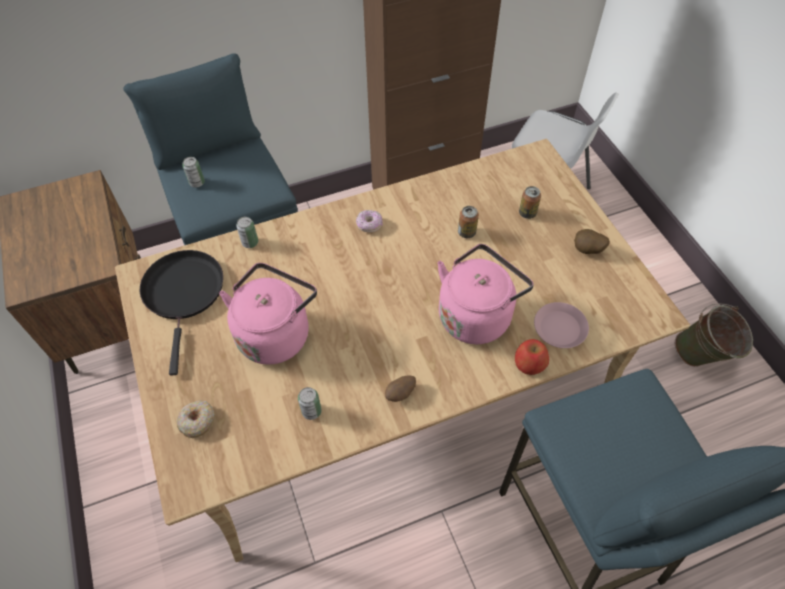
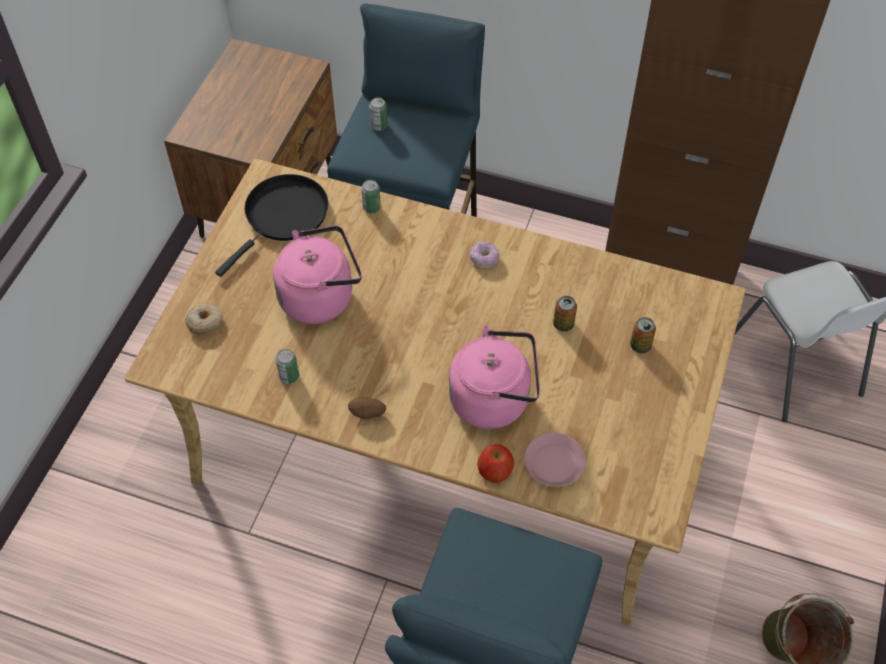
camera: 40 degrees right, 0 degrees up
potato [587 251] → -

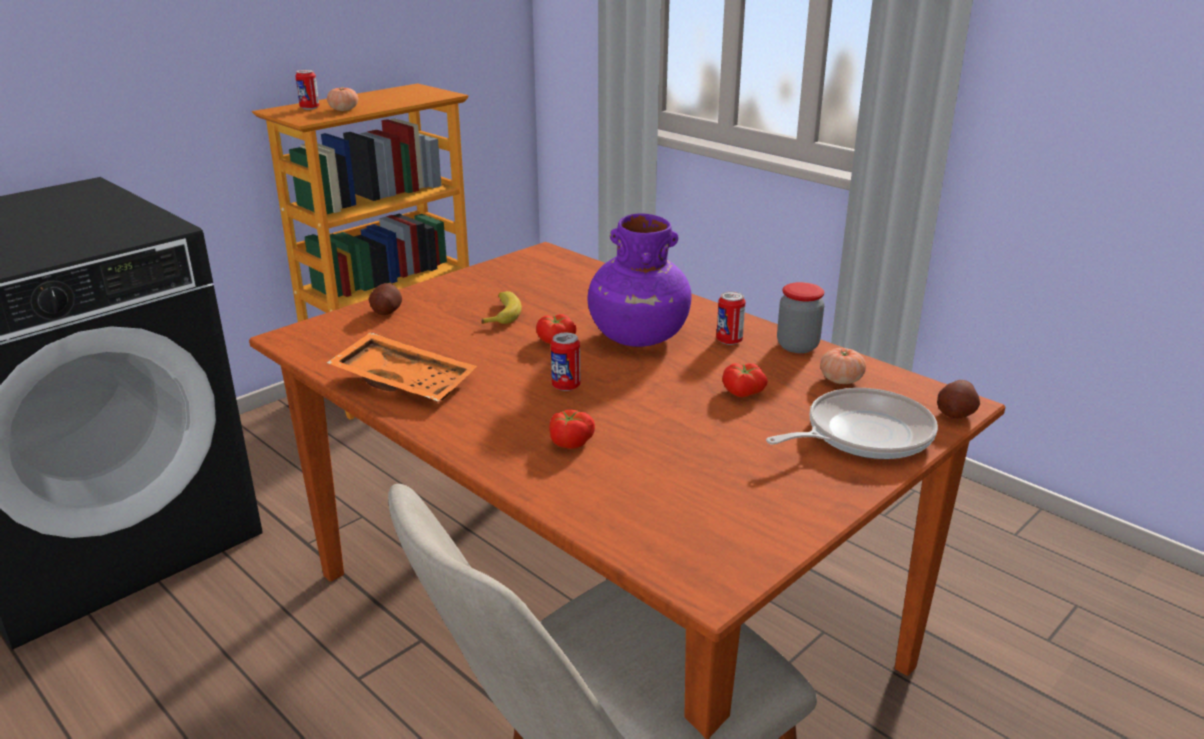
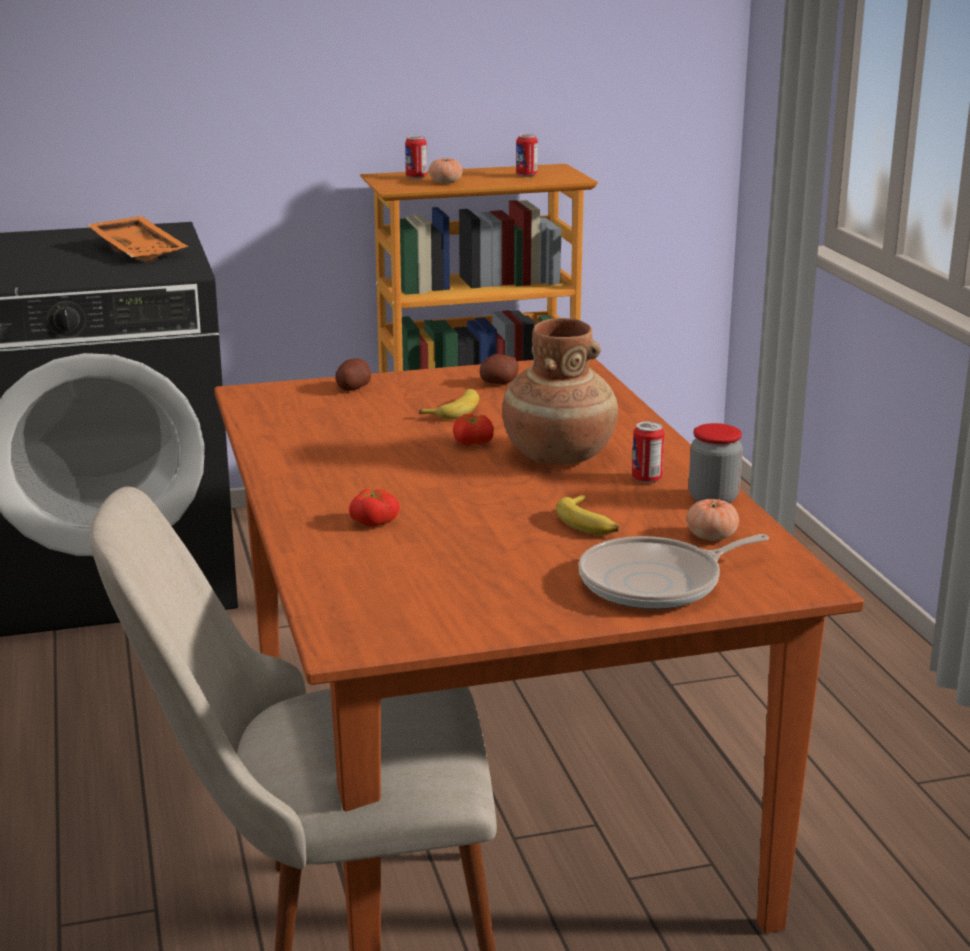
camera: 30 degrees right, 5 degrees down
orange tray [406 381] → orange tray [140 251], relocated
can [566 386] → can [526 175], relocated
potato [956 414] → potato [499 383], relocated
tomato [742 393] → banana [589 523]
purple vase [637 336] → brown vase [558 456]
frying pan [862 435] → frying pan [657 583], 150 degrees clockwise

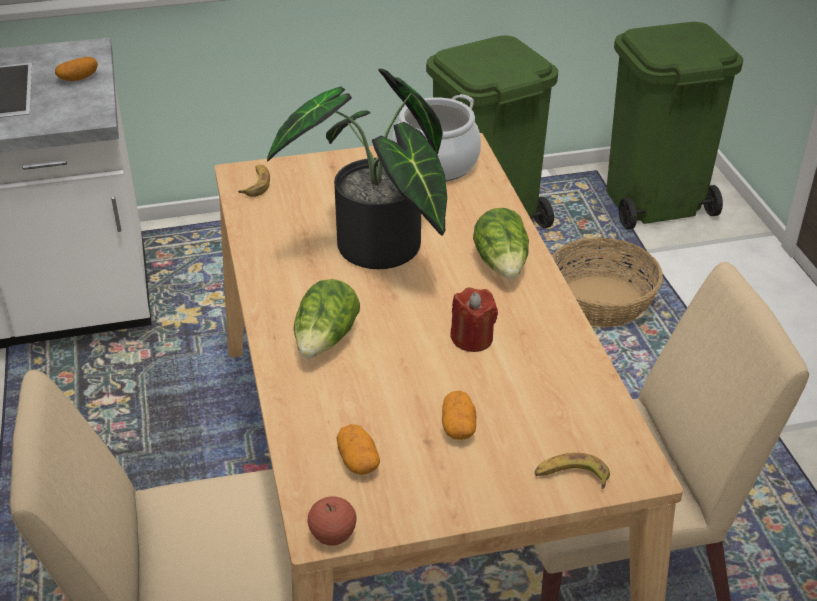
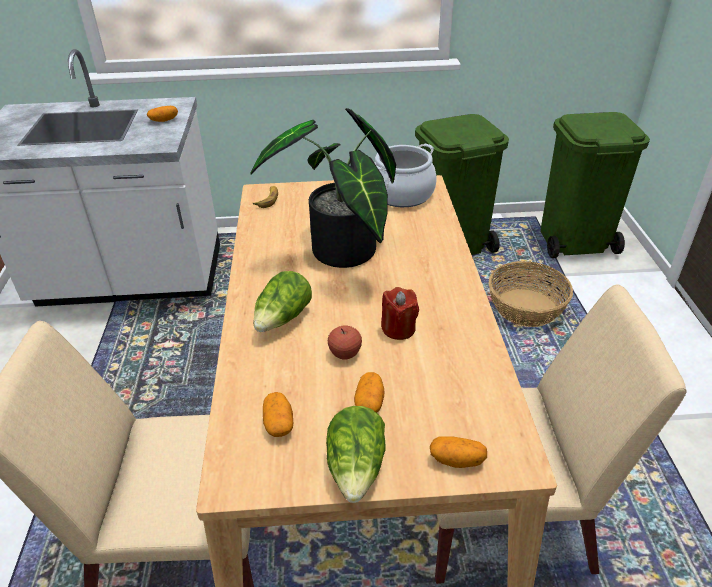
camera: 10 degrees right, 0 degrees up
apple [333 536] → apple [345 354], relocated
lettuce [502 264] → lettuce [357 468], relocated
banana [571 476] → potato [457 460]

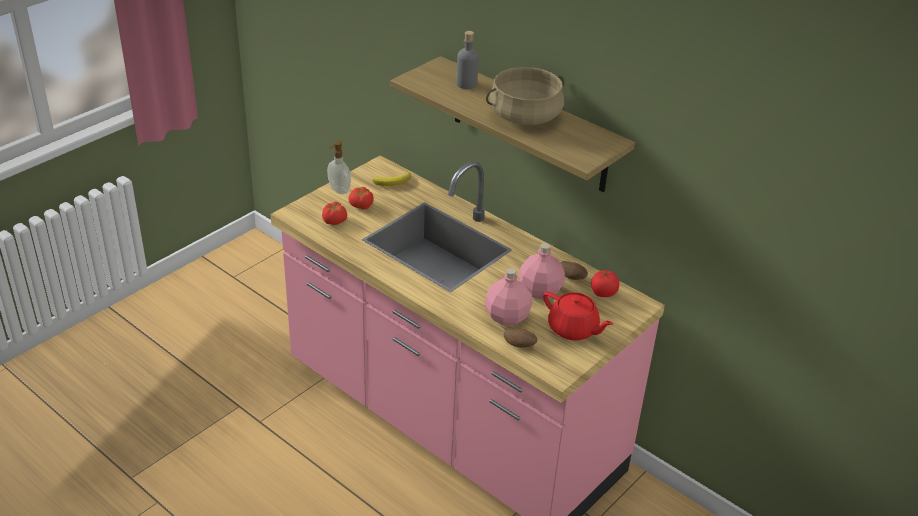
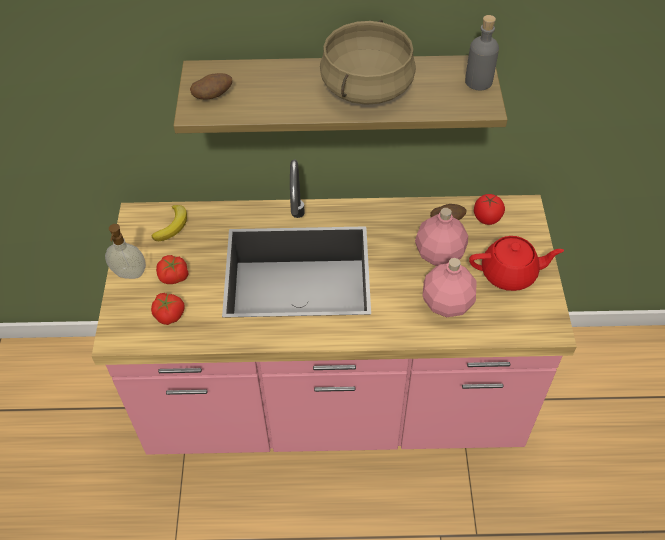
camera: 40 degrees left, 15 degrees up
grey bottle [466 84] → grey bottle [478 81], relocated
potato [519 345] → potato [213 96], relocated

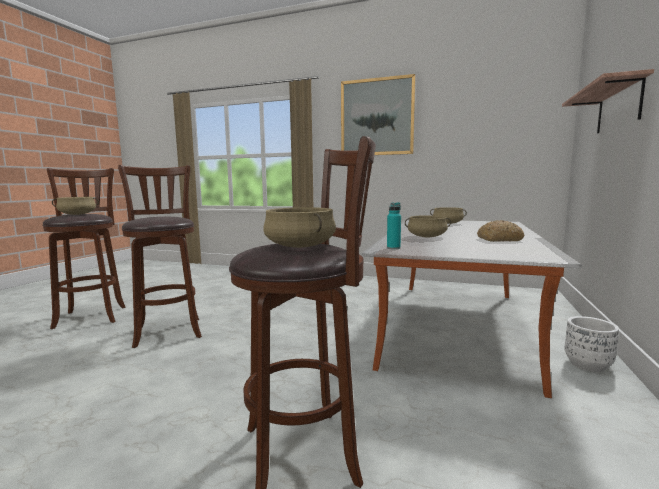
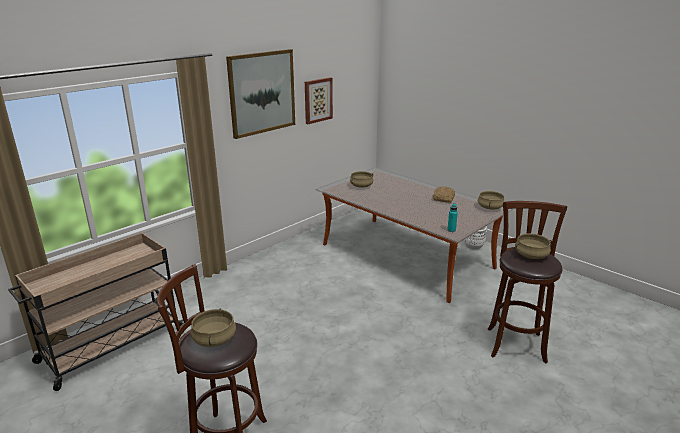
camera: 65 degrees left, 15 degrees up
brown stool [168 330] → -
shelf [618 107] → -
- → beige cart [111 346]
- → picture [317 100]
beige cooking pot [426 237] → beige cooking pot [490 207], relocated

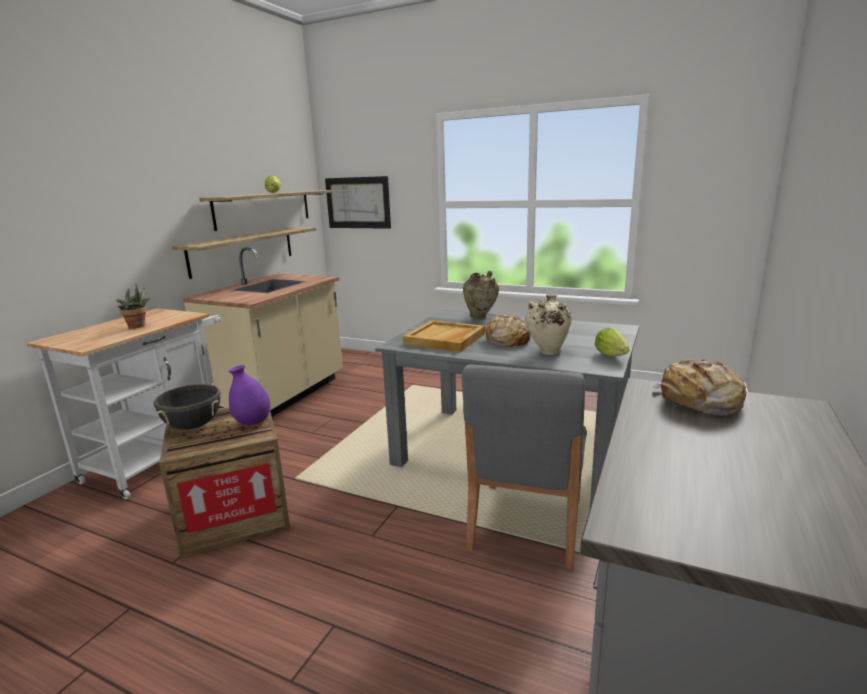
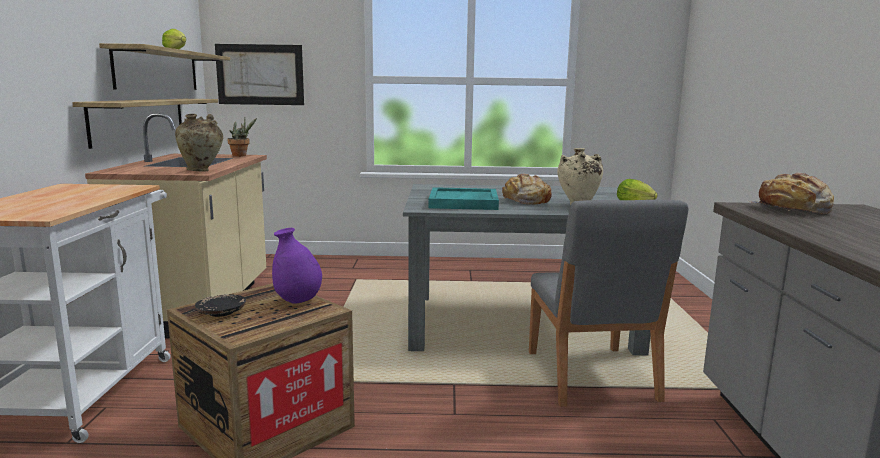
camera: 25 degrees left, 5 degrees down
potted plant [138 326] → potted plant [241 156], relocated
beige vase [480 317] → beige vase [201 170], relocated
black cooking pot [193 426] → black plate [221 313]
beige tray [445 339] → turquoise tray [464 202]

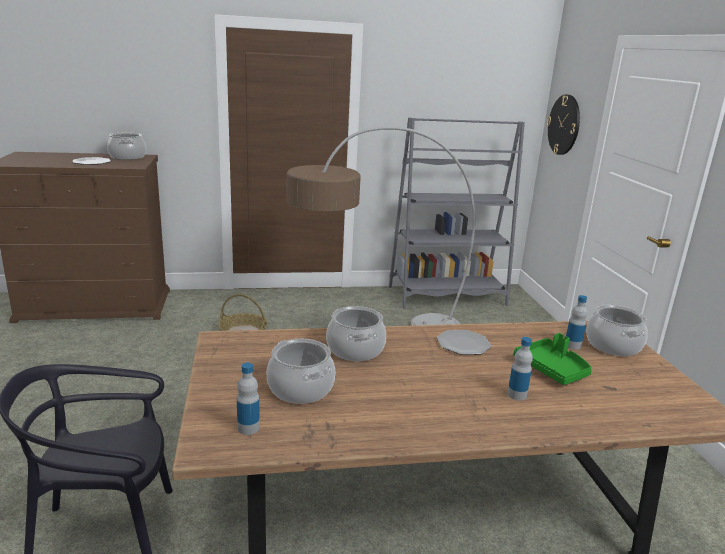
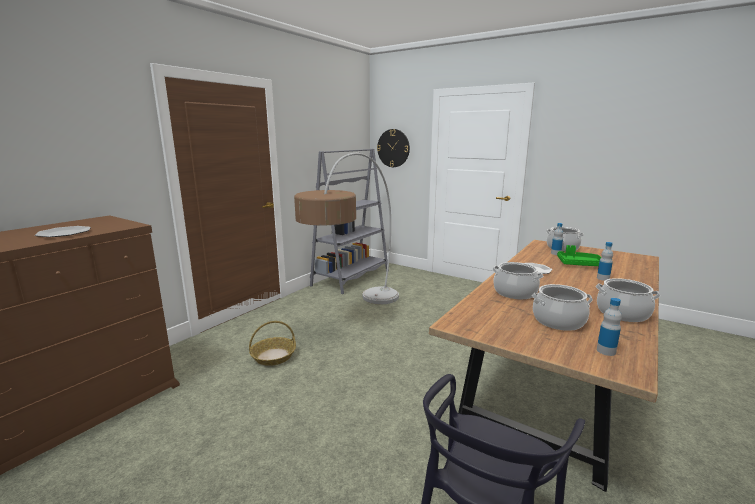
camera: 45 degrees left, 5 degrees down
cooking pot [127 157] → cooking pot [622 313], relocated

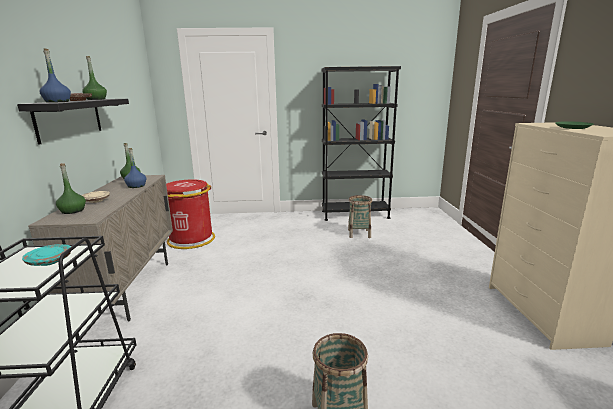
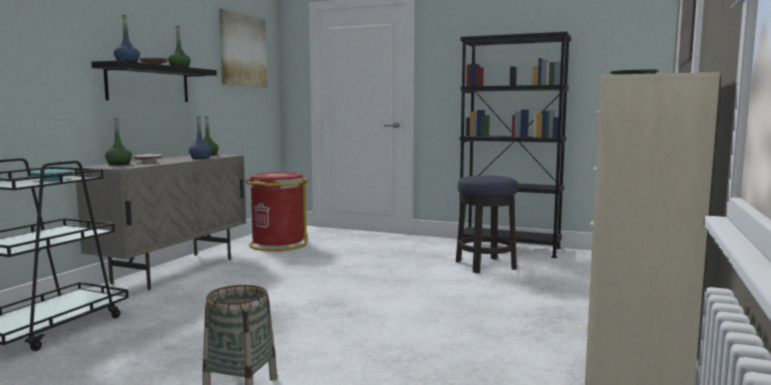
camera: 25 degrees right, 10 degrees down
- → picture [242 50]
basket [359 234] → stool [485 265]

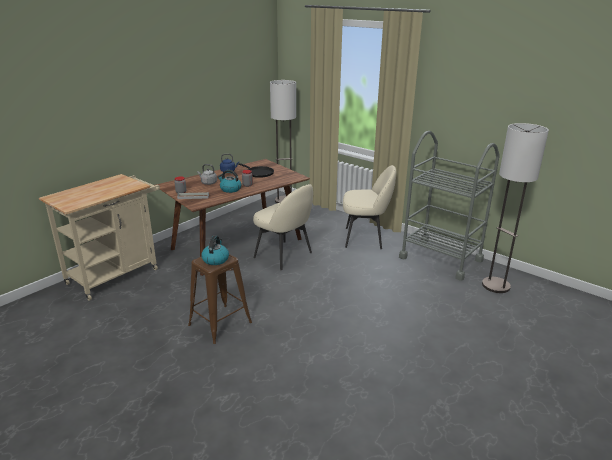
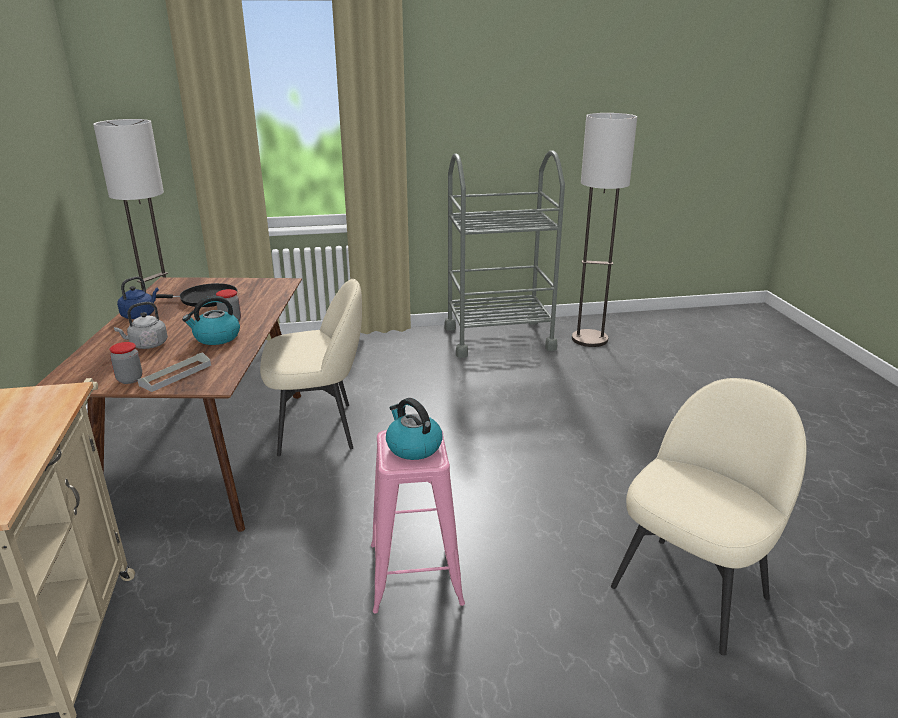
camera: 50 degrees left, 0 degrees up
beige chair [365 238] → beige chair [691 589], relocated
brown stool [220 324] → pink stool [415 573]

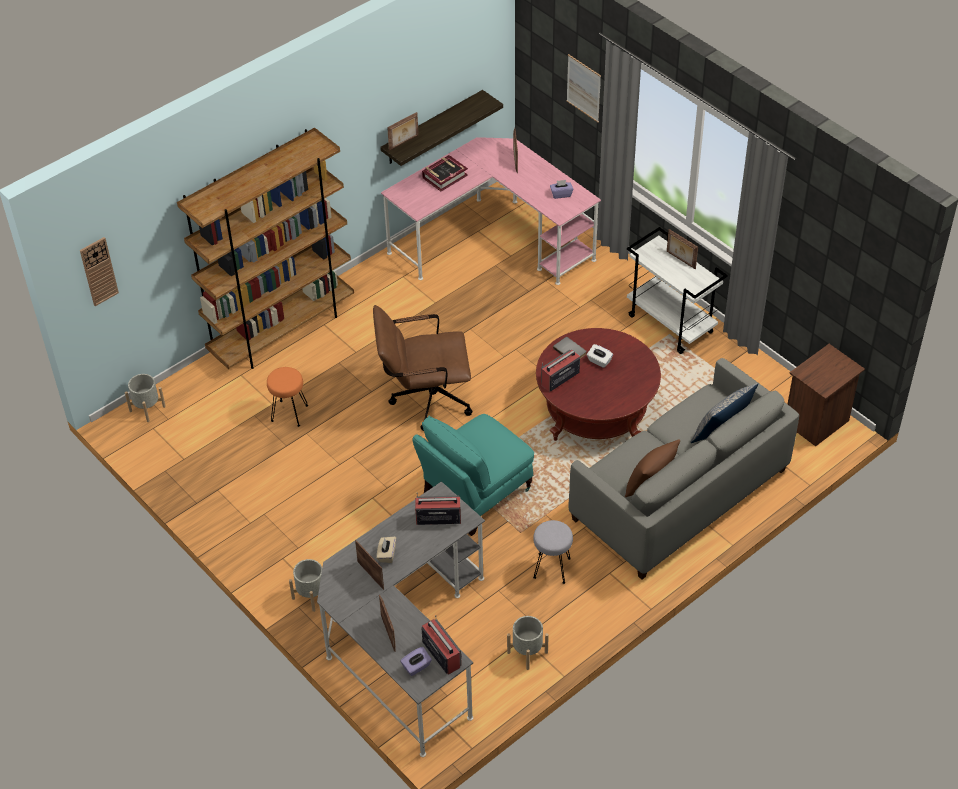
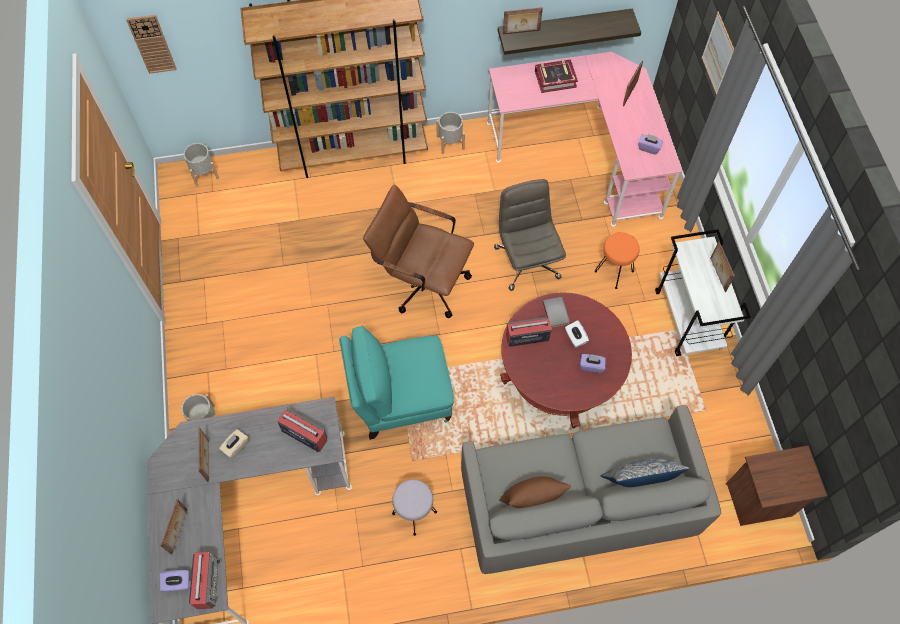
camera: 30 degrees right, 15 degrees up
- → grey office chair [526 261]
- → purple tissue box [591 366]
orange stool [289 413] → orange stool [613 272], relocated
grey planter [527 652] → grey planter [450 142], relocated

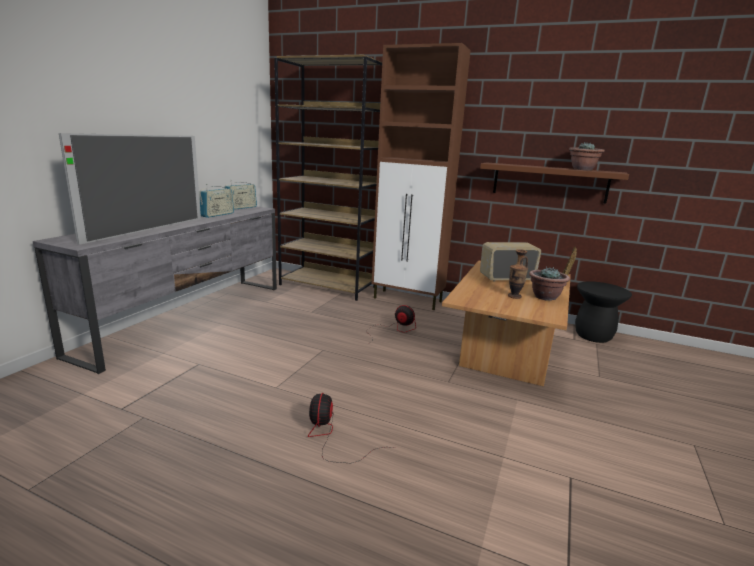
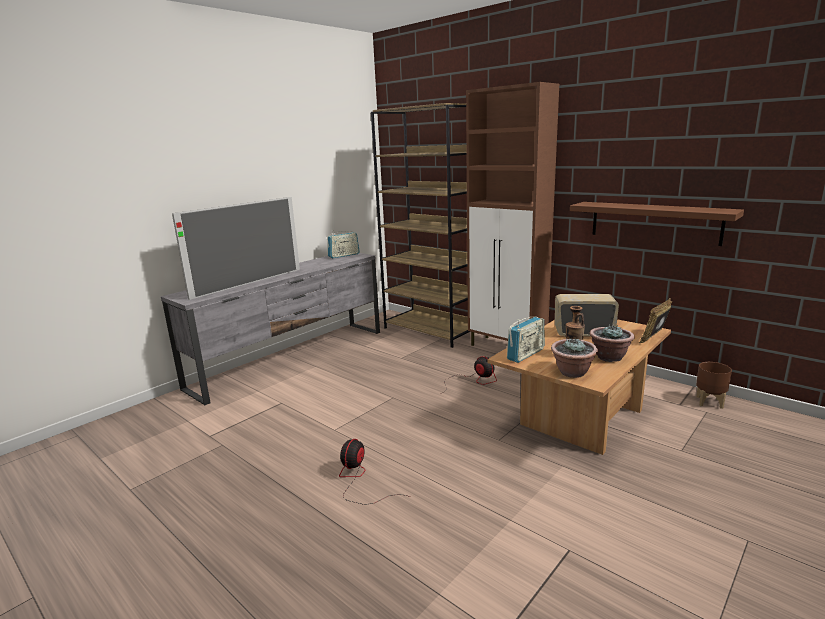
camera: 20 degrees right, 0 degrees up
radio [217 215] → radio [525 354], relocated
potted plant [582 169] → potted plant [572 373], relocated
black stool [593 336] → brown planter [709 402]

